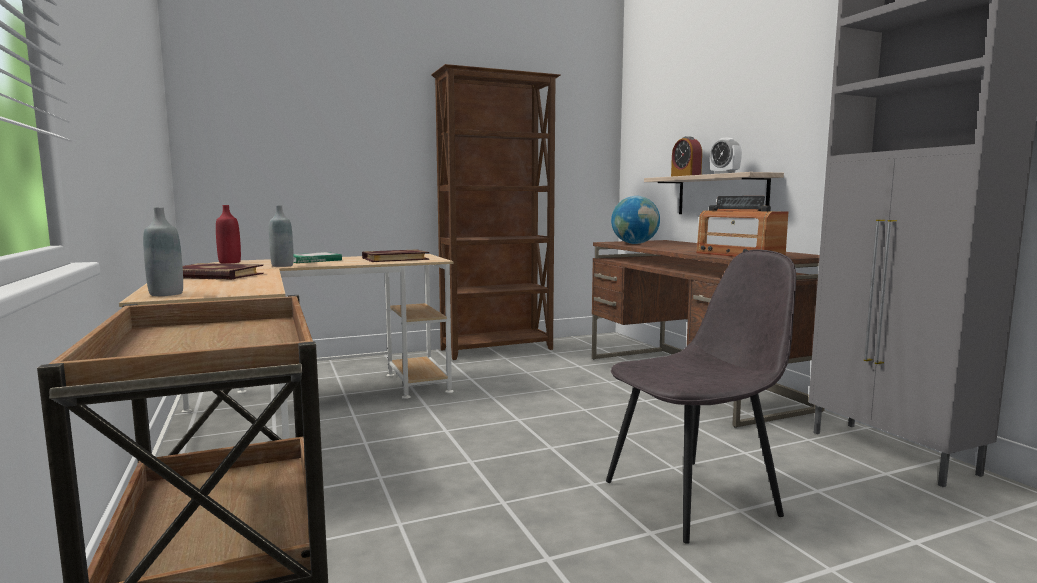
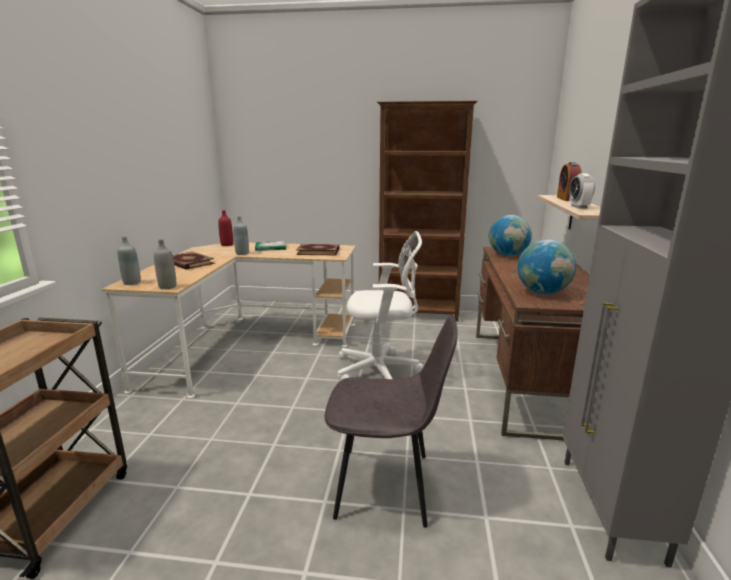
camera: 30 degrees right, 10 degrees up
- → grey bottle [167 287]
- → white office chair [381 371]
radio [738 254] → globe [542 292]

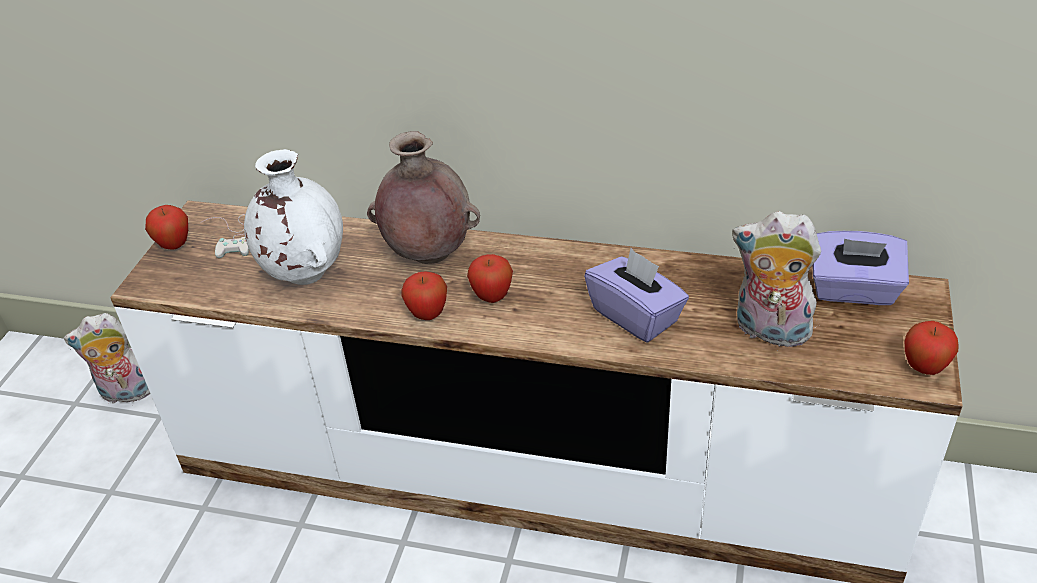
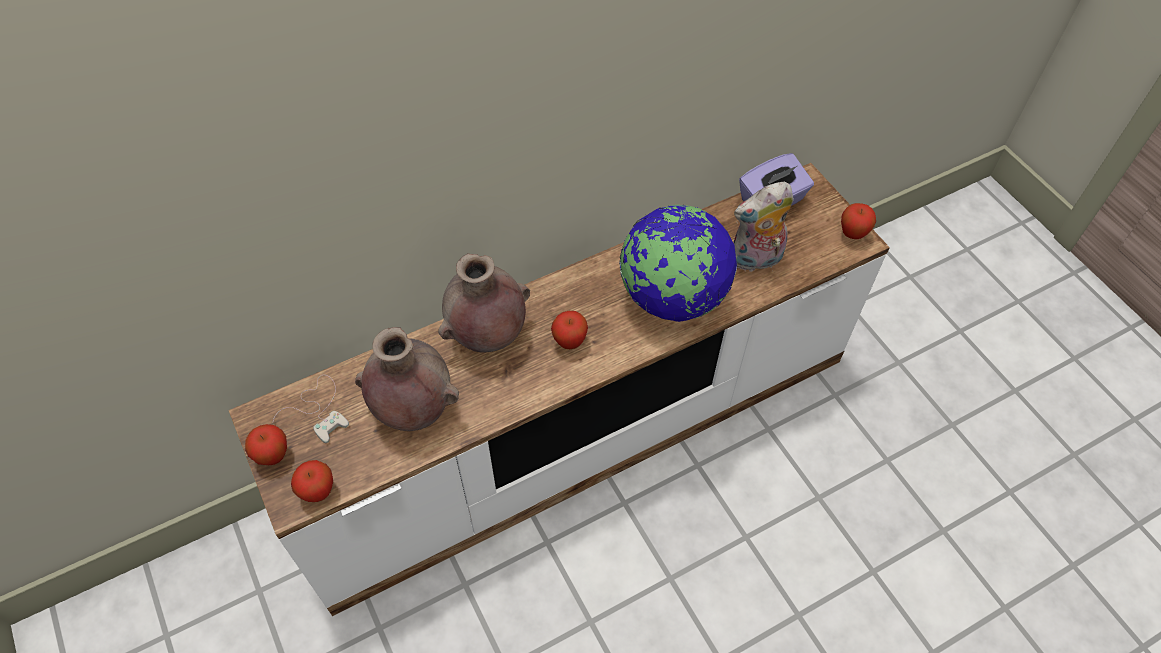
camera: 45 degrees left, 15 degrees up
plush toy [125 394] → -
apple [428 315] → apple [318 492], relocated
purple tissue box [636 316] → globe [672 297]
white vase [304 273] → brown vase [413 410]

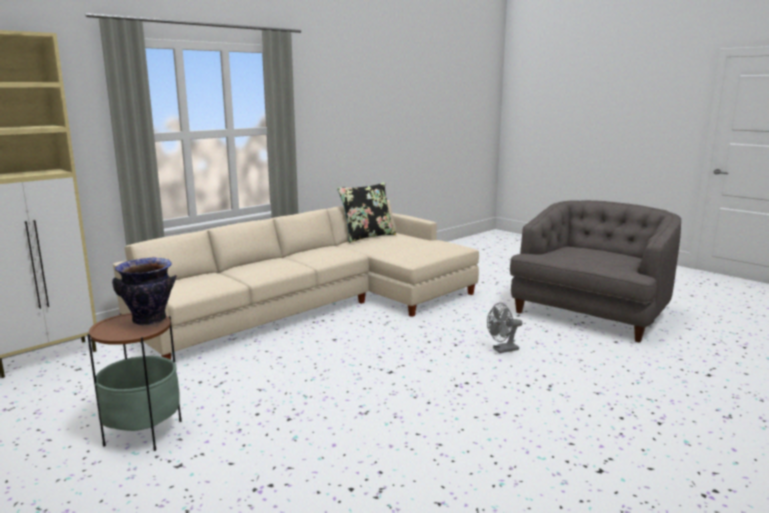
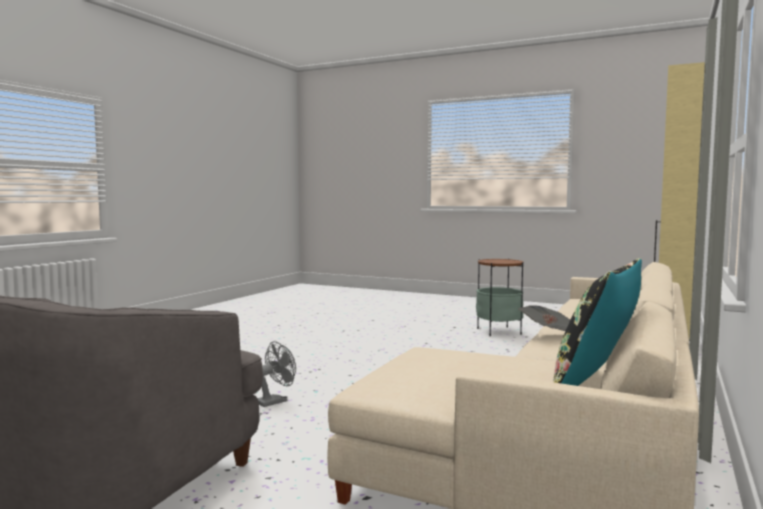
camera: 160 degrees right, 10 degrees down
vase [149 320] → -
- → newspaper [550 335]

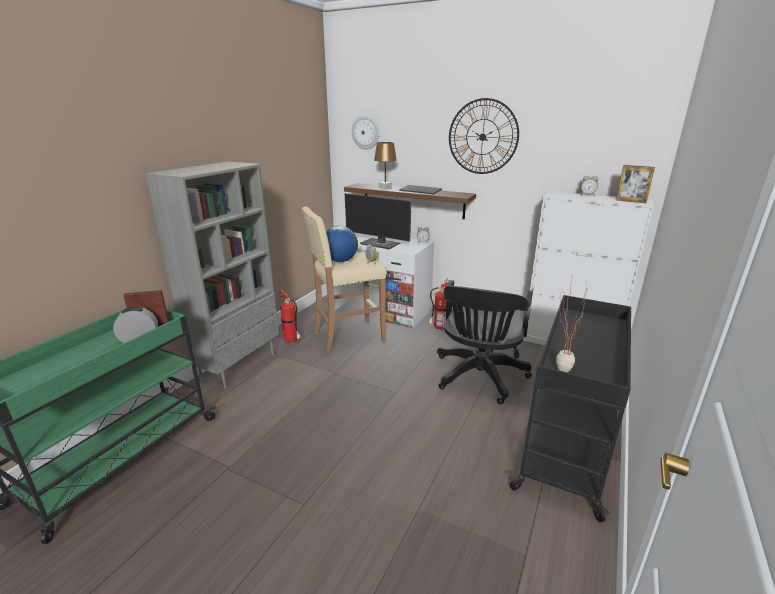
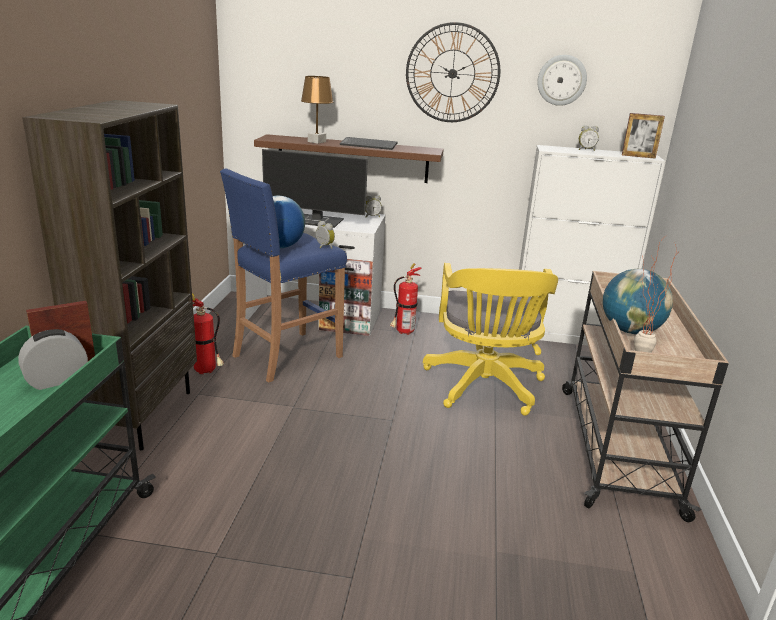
camera: 20 degrees left, 0 degrees up
- → globe [630 331]
wall clock [365 132] → wall clock [561 80], relocated
grey bookcase [238 365] → brown bookcase [143 415]
beige stool [347 337] → blue stool [286 356]
black office chair [478 378] → yellow office chair [484 388]
black cart [566 442] → beige cart [616 446]

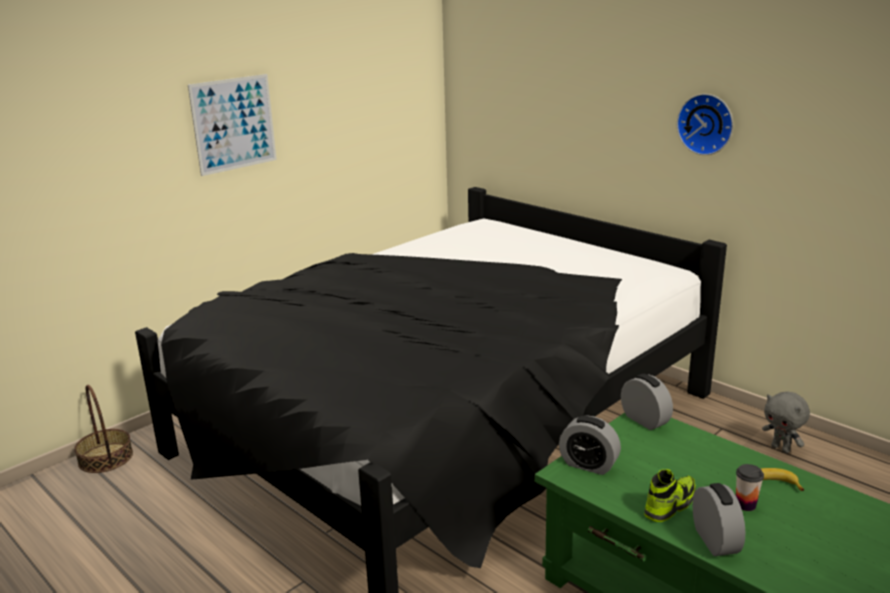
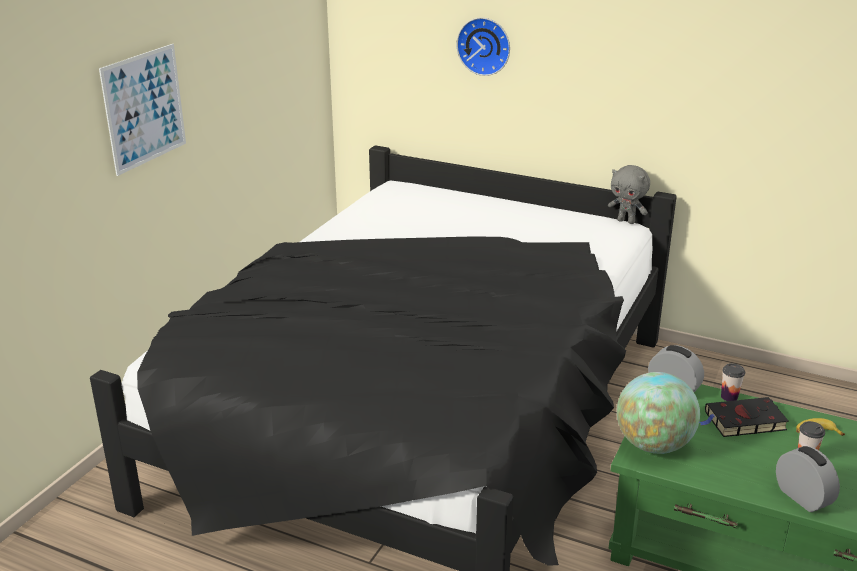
camera: 20 degrees left, 5 degrees up
basket [106 458] → -
shoe [669 505] → -
- → black book [743 421]
- → cup [729 397]
wall clock [706 124] → wall clock [485 45], relocated
grey plush toy [781 448] → grey plush toy [626 221], relocated
alarm clock [588 465] → globe [653 445]

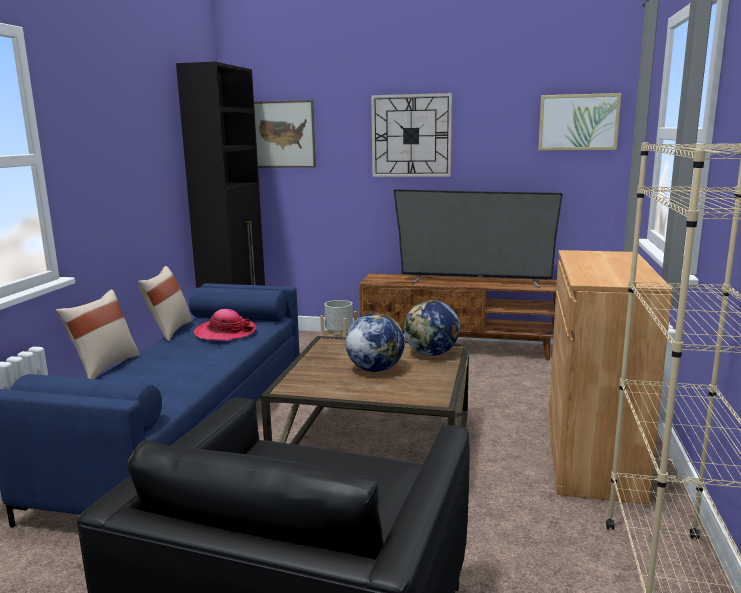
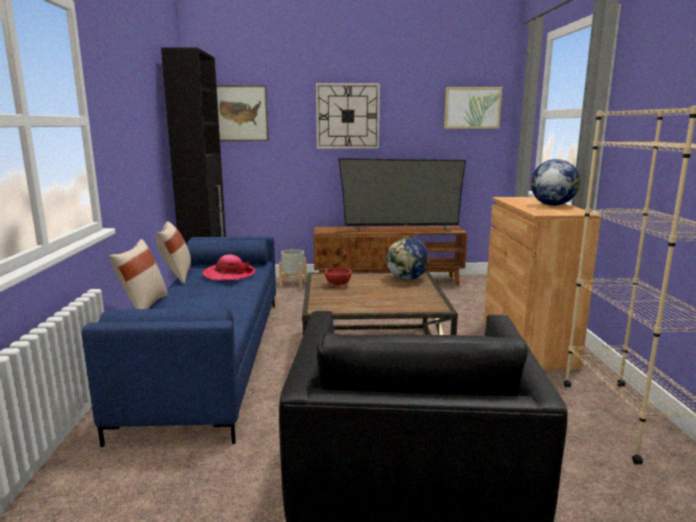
camera: 15 degrees left, 0 degrees up
- → red bowl [338 285]
globe [375 369] → globe [552 205], relocated

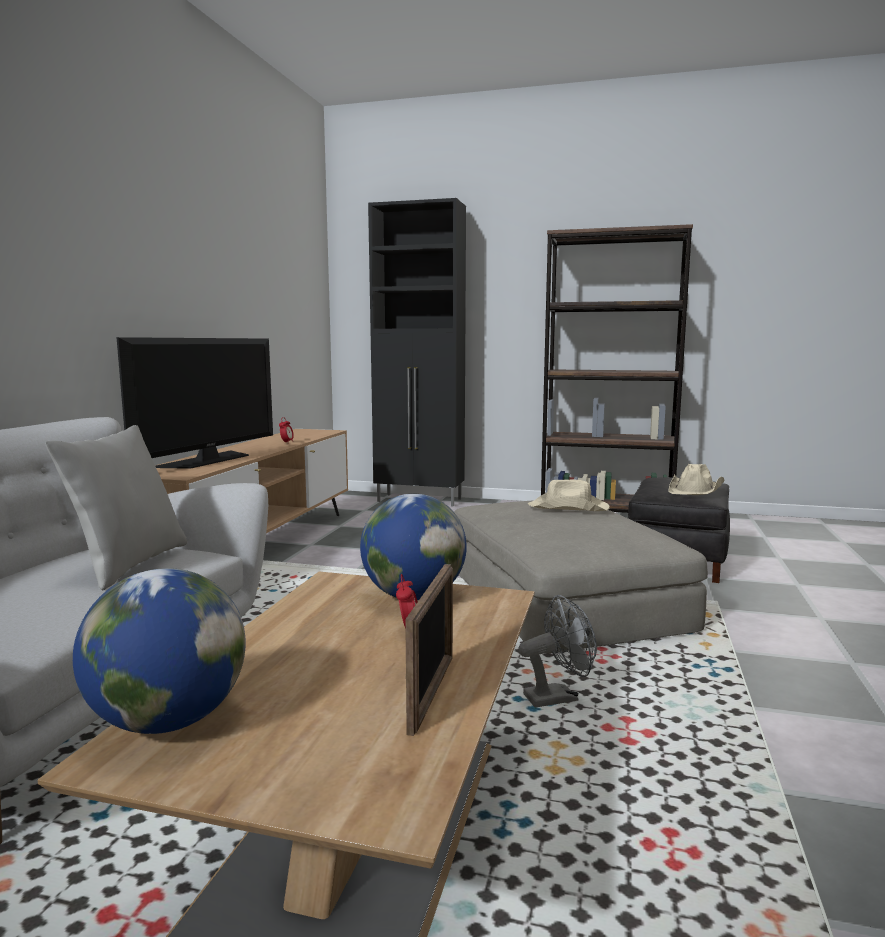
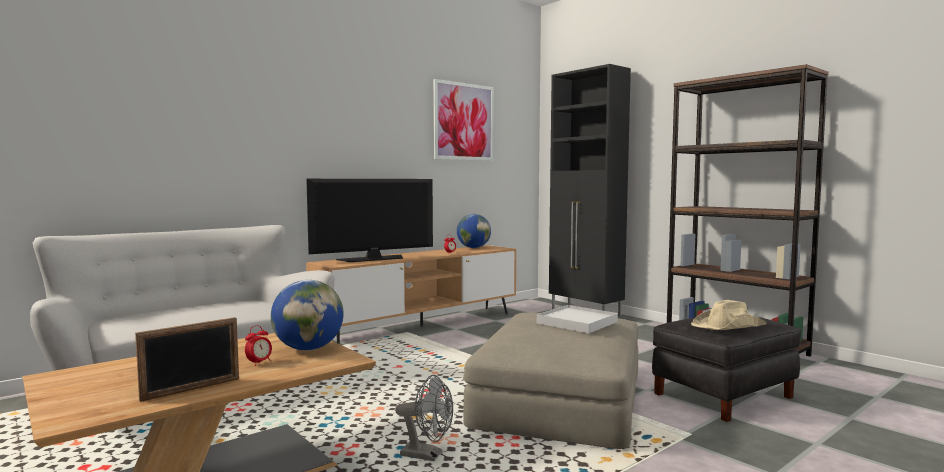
camera: 35 degrees right, 5 degrees down
grey pillow [129 565] → -
- → picture [464 122]
globe [168 721] → globe [473 248], relocated
beige hat [569 508] → white tray [577 322]

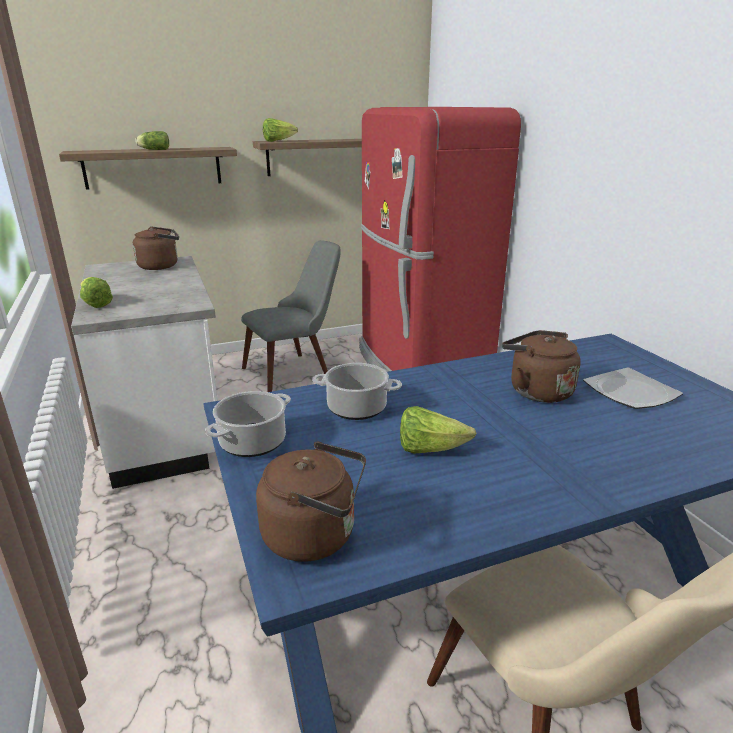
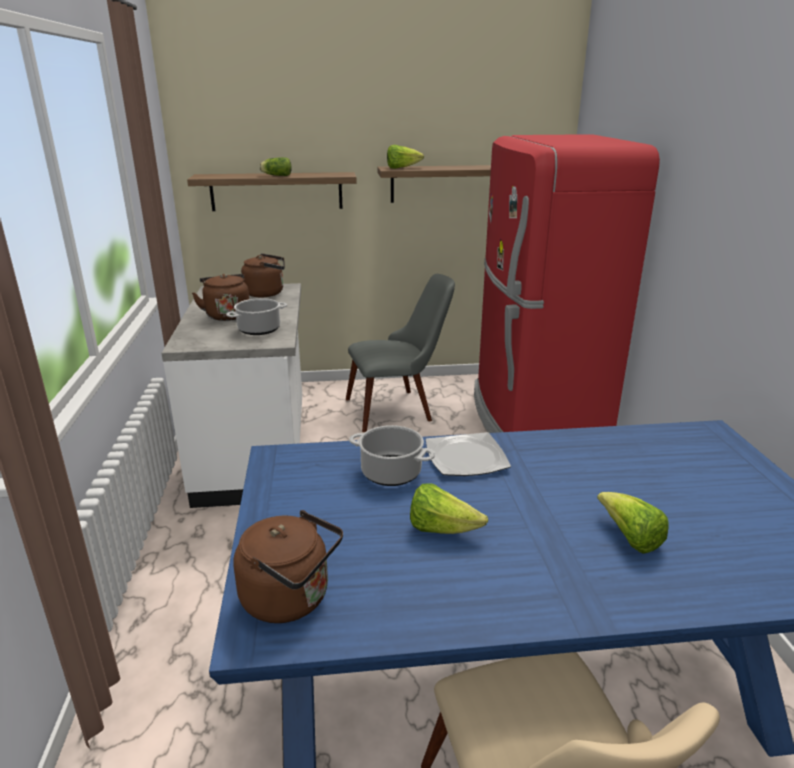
camera: 15 degrees right, 0 degrees up
lettuce [95 304] → lettuce [629 538], relocated
cooking pot [252 443] → cooking pot [259 330], relocated
brown kettle [536 391] → brown kettle [227 315], relocated
plate [629 391] → plate [465 457], relocated

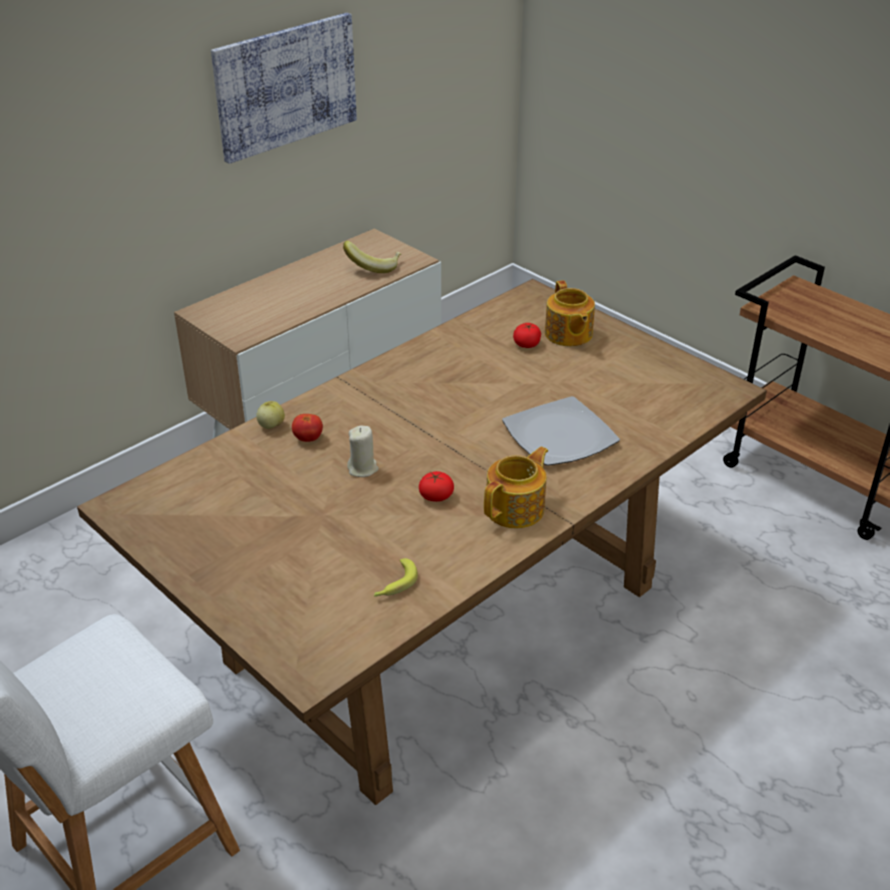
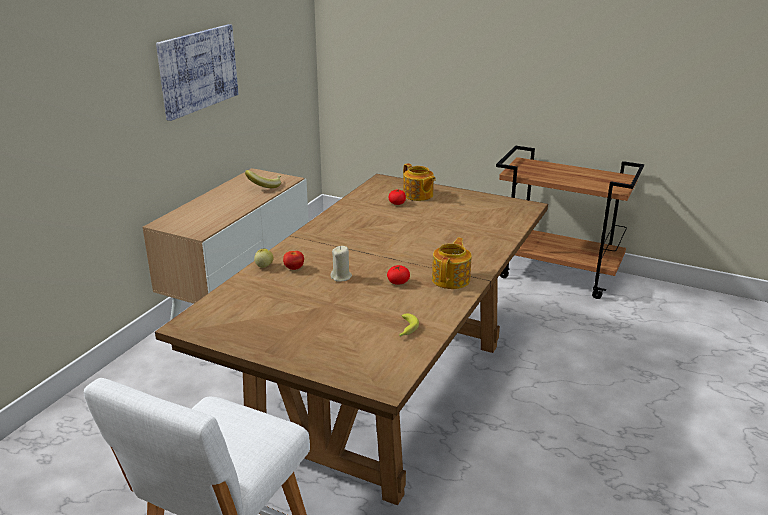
camera: 20 degrees left, 10 degrees down
plate [561 436] → -

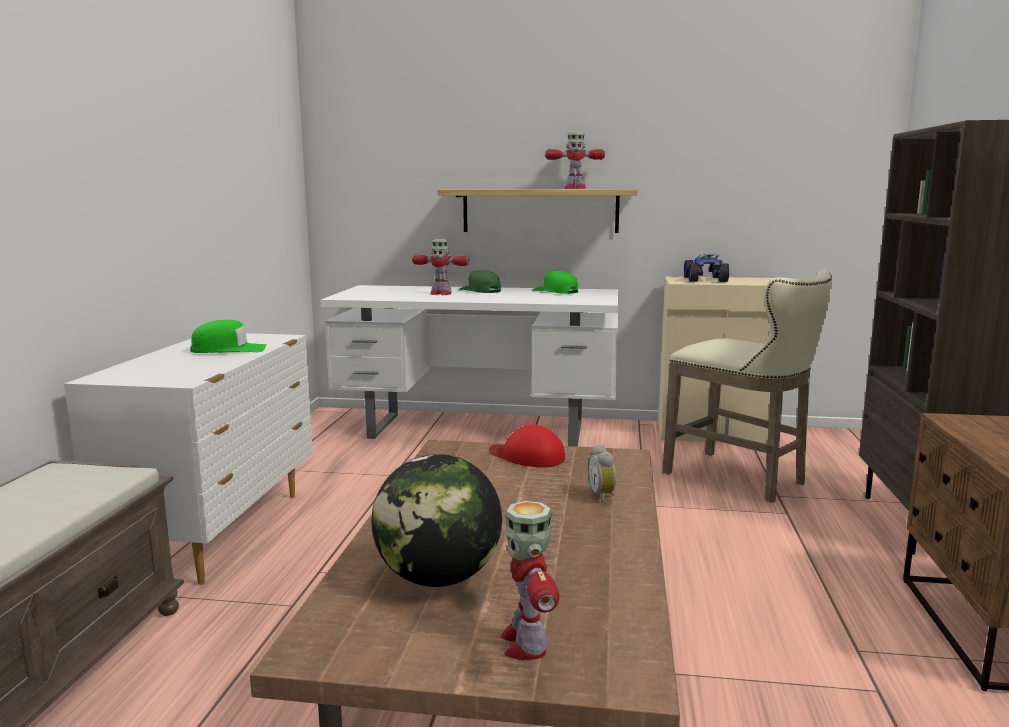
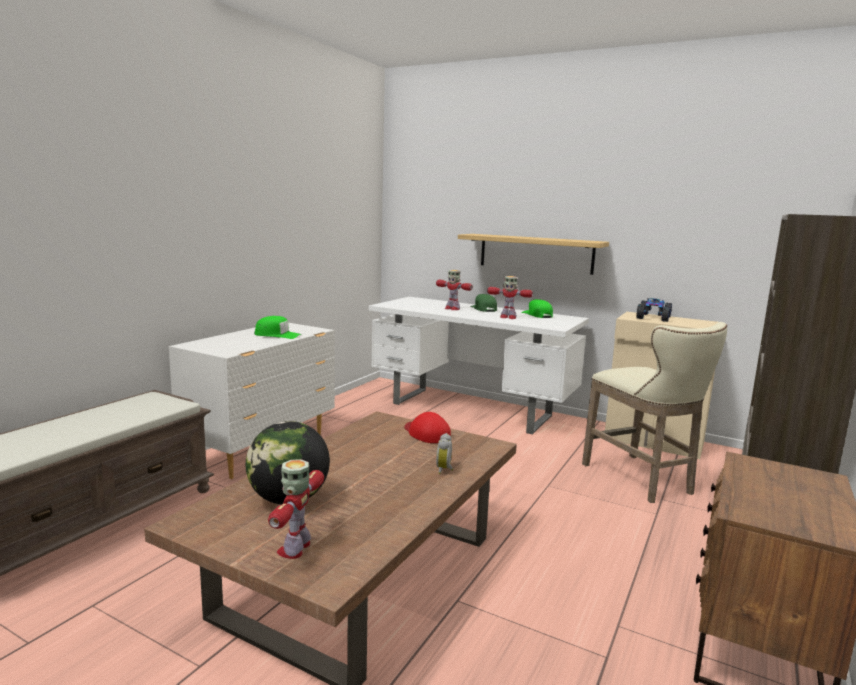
camera: 20 degrees right, 0 degrees up
toy robot [574 188] → toy robot [507 317], relocated

